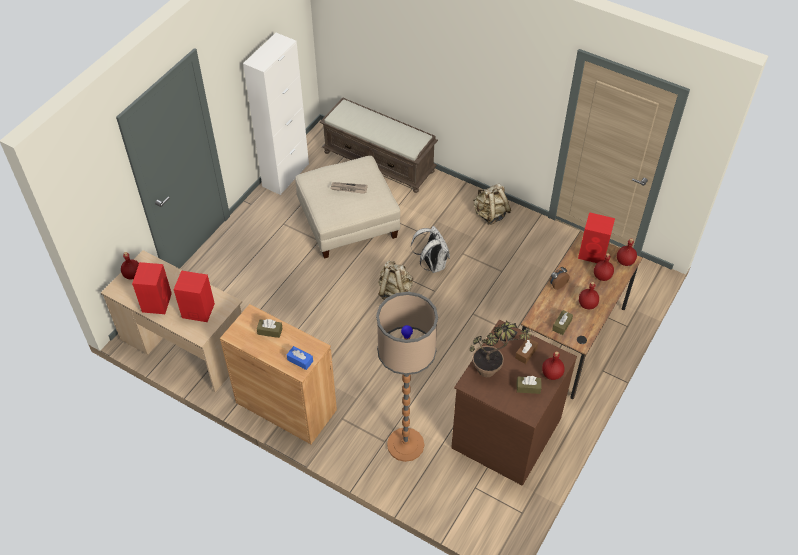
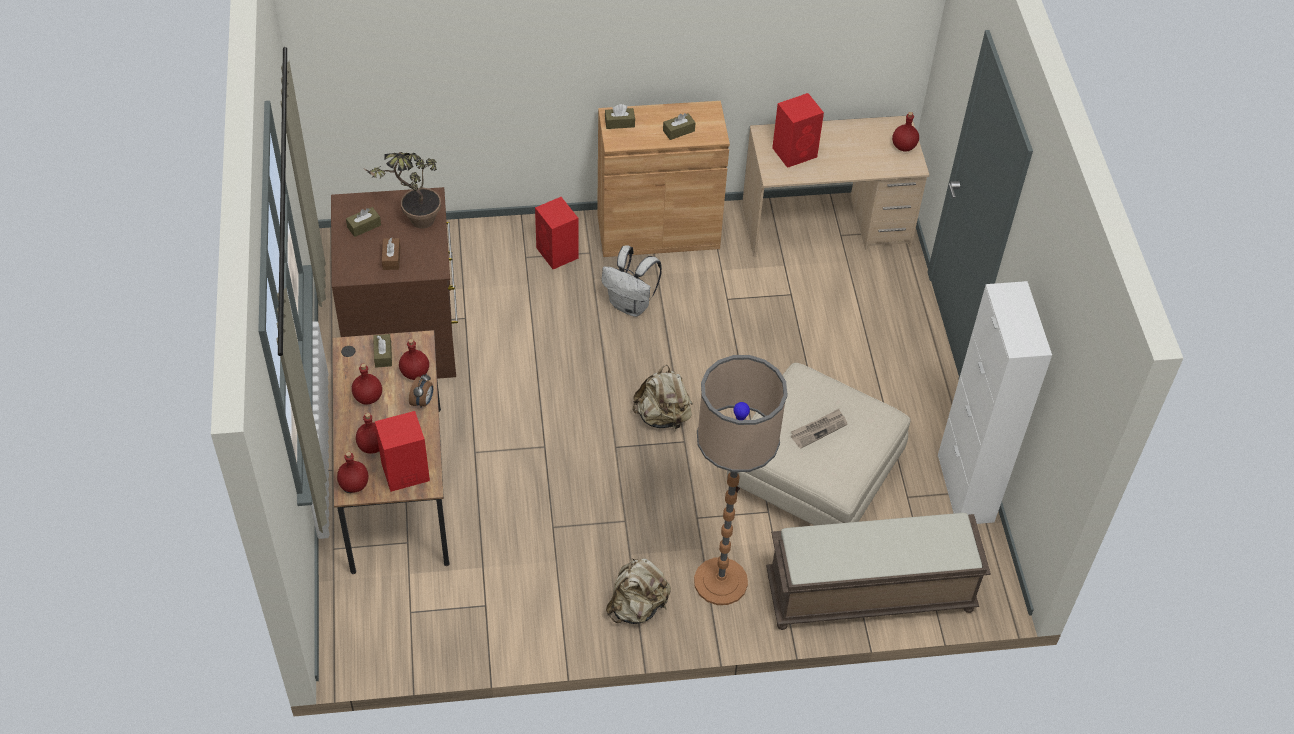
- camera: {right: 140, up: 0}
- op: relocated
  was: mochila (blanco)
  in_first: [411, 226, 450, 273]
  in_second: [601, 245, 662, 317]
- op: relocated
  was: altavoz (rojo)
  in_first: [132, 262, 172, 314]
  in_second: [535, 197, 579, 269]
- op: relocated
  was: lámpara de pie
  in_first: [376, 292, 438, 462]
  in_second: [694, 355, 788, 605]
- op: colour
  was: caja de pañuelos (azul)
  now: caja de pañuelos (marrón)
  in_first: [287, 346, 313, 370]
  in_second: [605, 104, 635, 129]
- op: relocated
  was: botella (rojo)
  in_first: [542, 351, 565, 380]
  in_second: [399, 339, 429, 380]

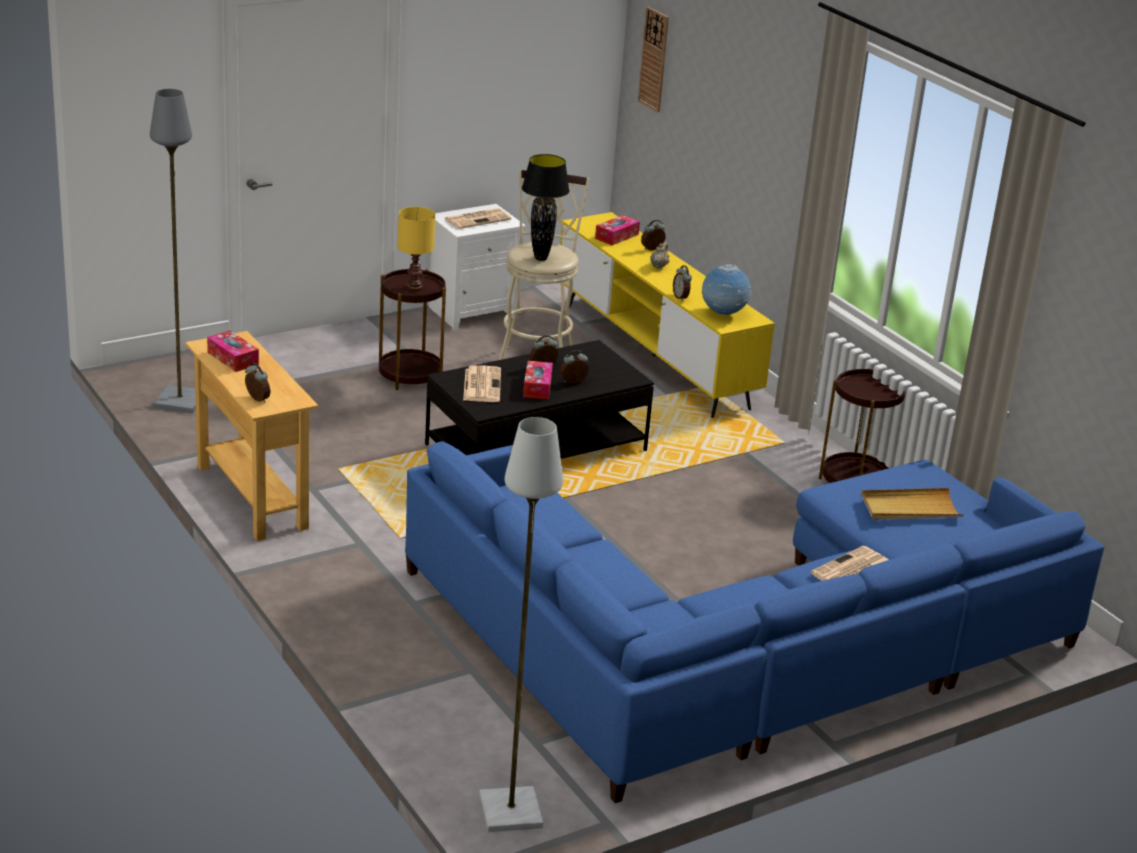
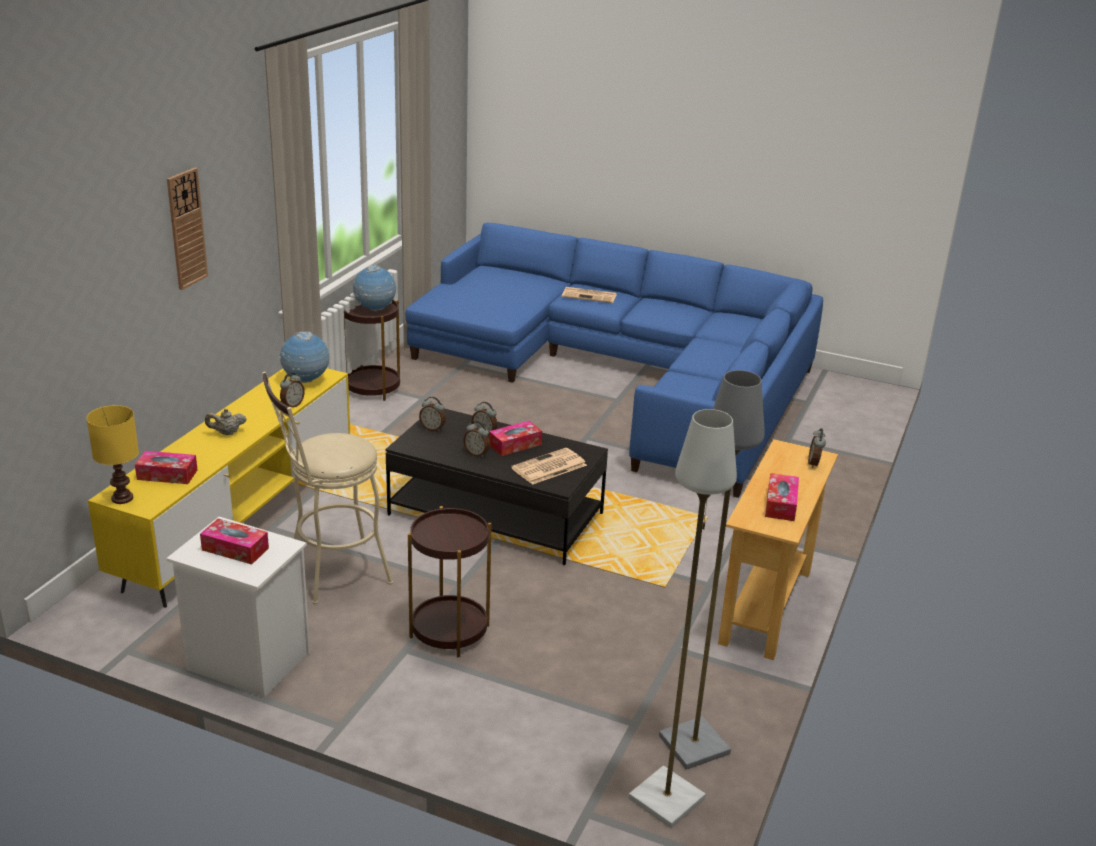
- camera: {right: -125, up: 0}
- op: relocated
  was: reloj de pared
  in_first: [638, 7, 669, 112]
  in_second: [167, 168, 208, 290]
- op: missing
  was: lámpara de mesa (negro)
  in_first: [522, 154, 569, 261]
- op: relocated
  was: lámpara de mesa (amarillo)
  in_first: [397, 207, 435, 291]
  in_second: [86, 405, 139, 504]
- op: exchanged
  was: periódico
  now: caja de pañuelos
  in_first: [445, 208, 511, 229]
  in_second: [200, 519, 269, 564]
- op: relocated
  was: despertador
  in_first: [641, 220, 665, 250]
  in_second: [419, 397, 446, 431]
- op: relocated
  was: lámpara de pie (gris)
  in_first: [479, 417, 563, 832]
  in_second: [628, 409, 737, 828]
- op: missing
  was: bandeja (beis)
  in_first: [861, 488, 964, 520]
- op: appeared
  now: globo terráqueo
  in_second: [353, 265, 396, 311]

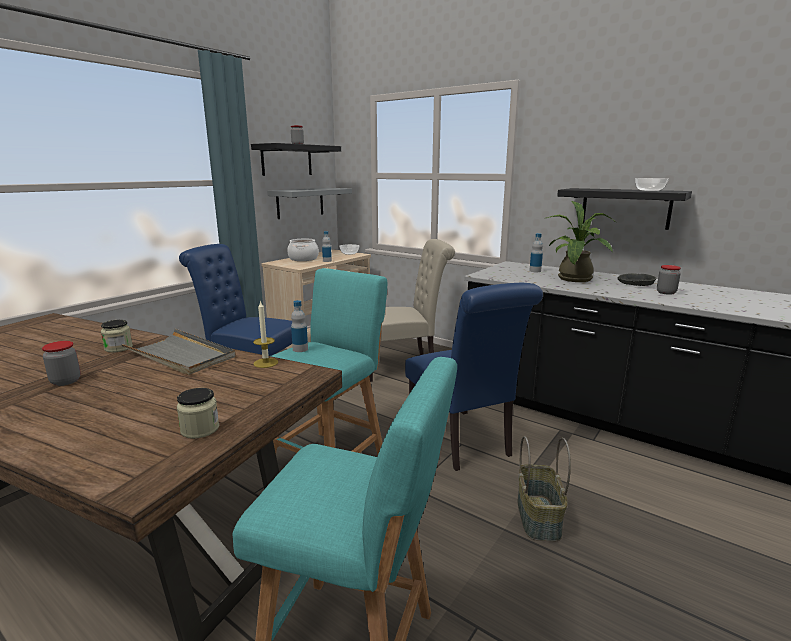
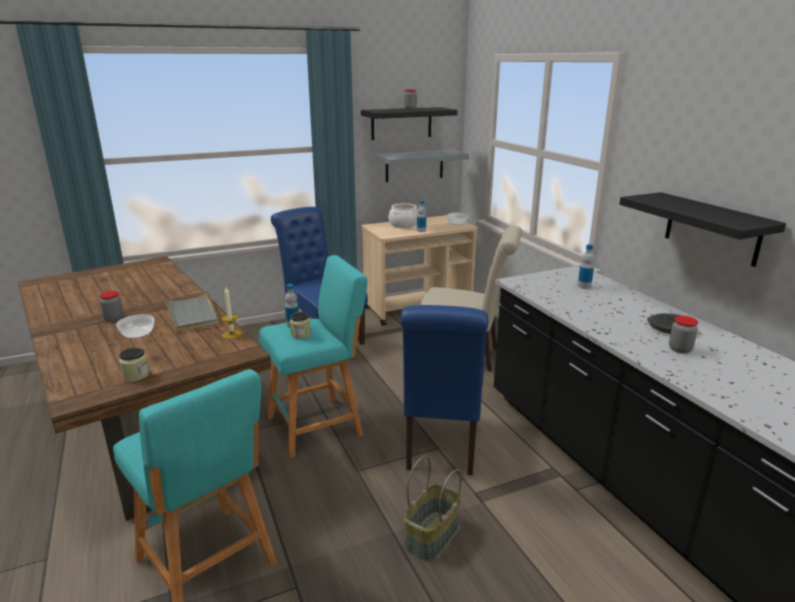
- camera: {right: 30, up: 5}
- op: relocated
  was: cuenco
  in_first: [635, 178, 669, 191]
  in_second: [116, 314, 155, 338]
- op: missing
  was: planta en maceta
  in_first: [547, 201, 617, 282]
- op: relocated
  was: tarro
  in_first: [101, 320, 133, 353]
  in_second: [290, 312, 311, 339]

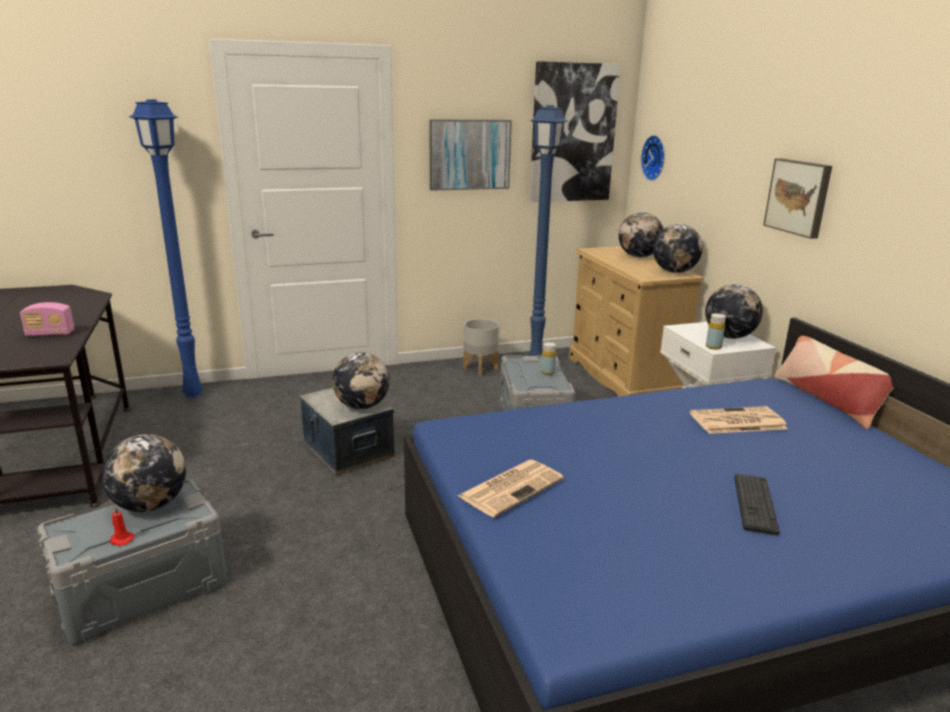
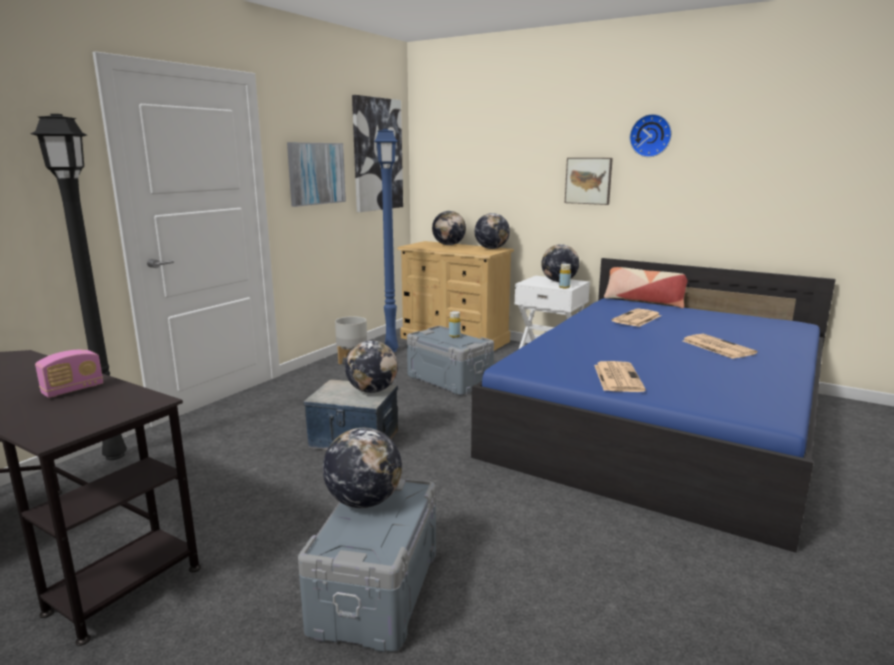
- camera: {right: -40, up: -5}
- op: colour
  was: lámpara de pie (azul)
  now: lámpara de pie (negro)
  in_first: [129, 99, 203, 398]
  in_second: [30, 114, 127, 460]
- op: relocated
  was: reloj de pared
  in_first: [641, 135, 665, 181]
  in_second: [630, 114, 672, 157]
- op: exchanged
  was: teclado
  now: periódico
  in_first: [734, 474, 780, 535]
  in_second: [683, 334, 757, 359]
- op: missing
  was: vela (rojo)
  in_first: [110, 506, 135, 546]

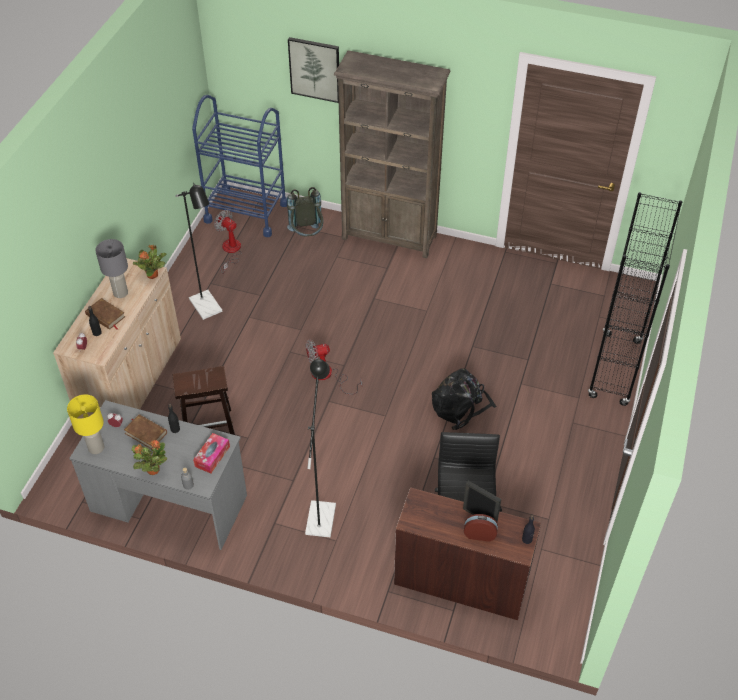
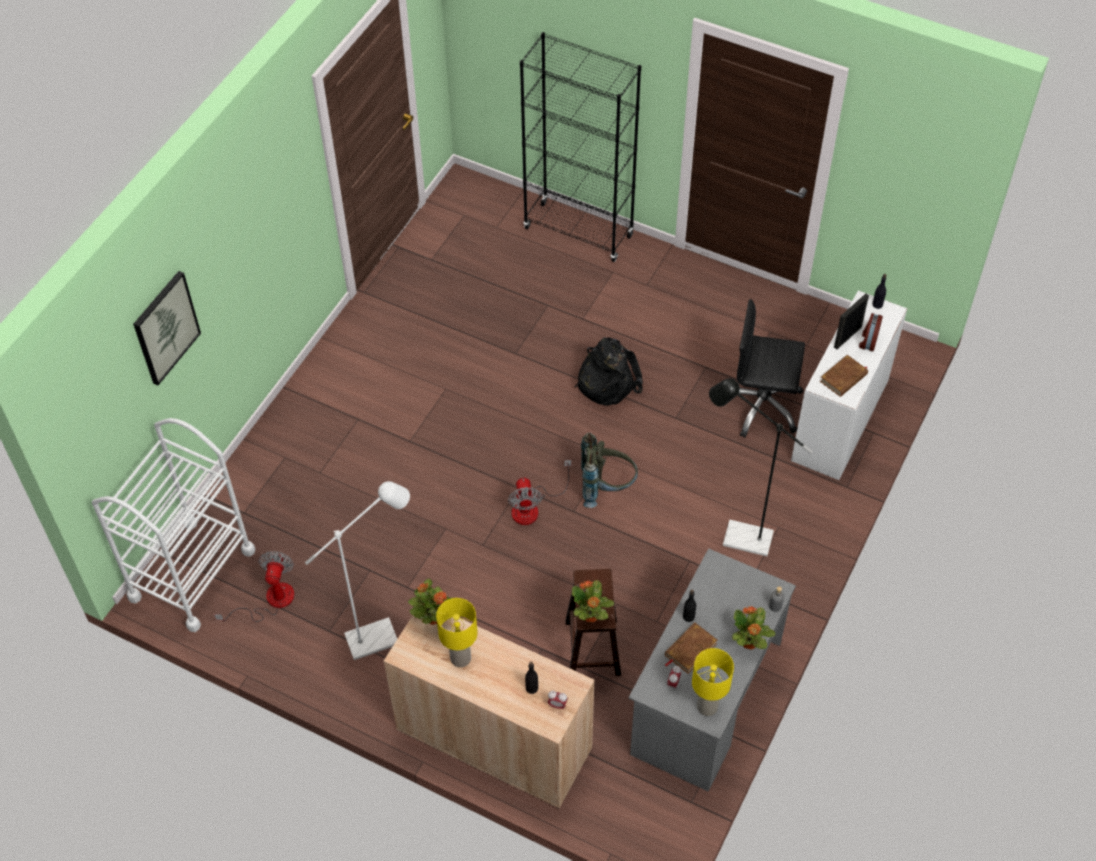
- camera: {right: -80, up: 5}
- op: missing
  was: estantería (marrón)
  in_first: [334, 50, 451, 258]
- op: colour
  was: carrito (azul)
  now: carrito (blanco)
  in_first: [192, 95, 287, 237]
  in_second: [92, 418, 255, 632]
- op: colour
  was: lámpara de pie (negro)
  now: lámpara de pie (blanco)
  in_first: [175, 183, 222, 320]
  in_second: [305, 481, 410, 660]
- op: relocated
  was: mochila (gris)
  in_first: [287, 187, 323, 237]
  in_second: [581, 433, 638, 508]
- op: spun
  was: ventilador
  in_first: [214, 210, 242, 274]
  in_second: [214, 551, 294, 622]
  clockwise: 135
- op: colour
  was: lámpara de mesa (gris)
  now: lámpara de mesa (amarillo)
  in_first: [95, 239, 128, 298]
  in_second: [436, 598, 478, 667]
- op: relocated
  was: libro (marrón)
  in_first: [85, 298, 125, 330]
  in_second: [820, 355, 868, 397]
- op: missing
  was: caja de pañuelos
  in_first: [193, 433, 230, 473]
- op: colour
  was: escritorio (marrón)
  now: escritorio (blanco)
  in_first: [394, 487, 541, 620]
  in_second: [791, 290, 907, 480]
- op: appeared
  now: planta en maceta
  in_second: [572, 580, 614, 622]

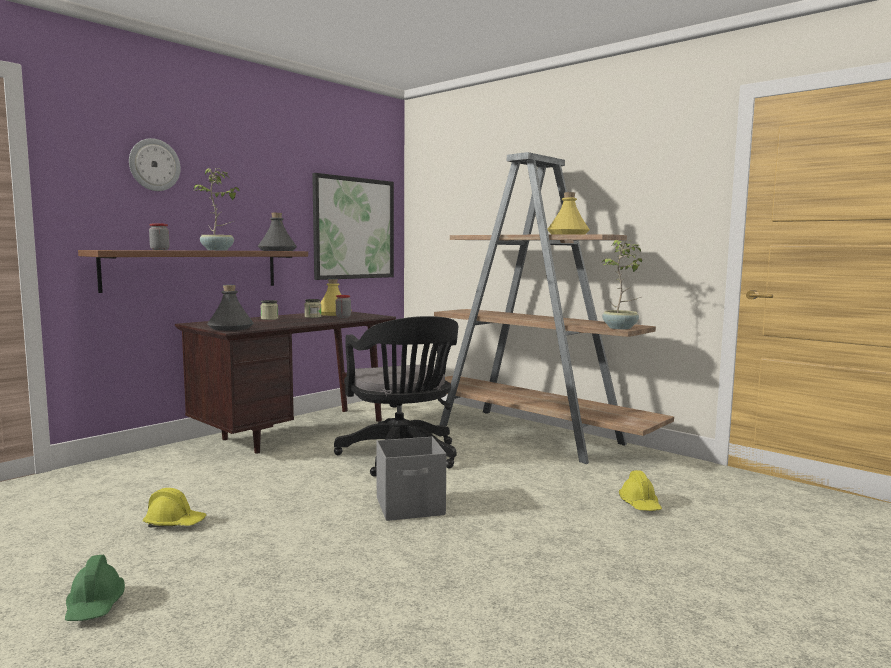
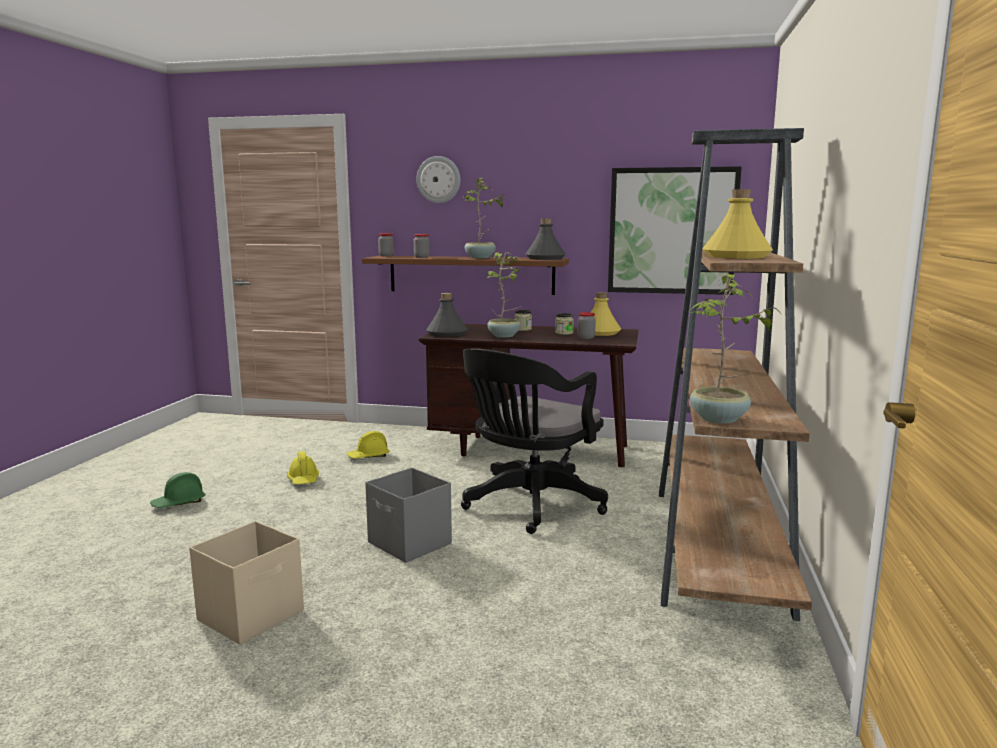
- camera: {right: 60, up: 5}
- op: relocated
  was: casco (amarillo)
  in_first: [619, 470, 662, 511]
  in_second: [346, 431, 390, 459]
- op: appeared
  now: tarro
  in_second: [378, 233, 394, 256]
- op: appeared
  now: planta en maceta
  in_second: [484, 252, 521, 338]
- op: appeared
  now: caja de almacenaje (beis)
  in_second: [189, 521, 304, 645]

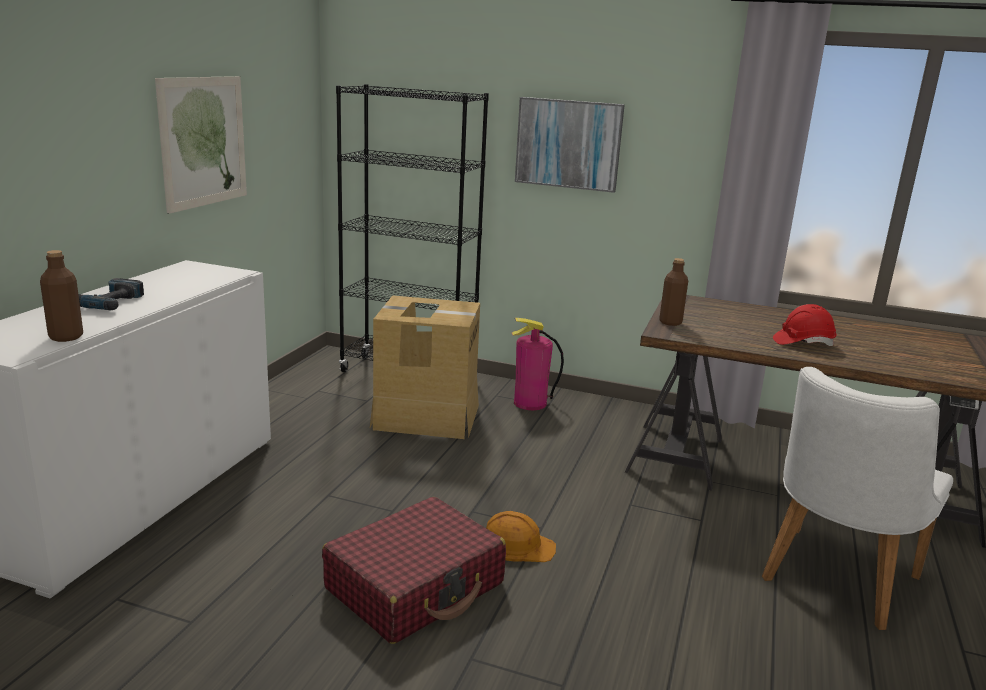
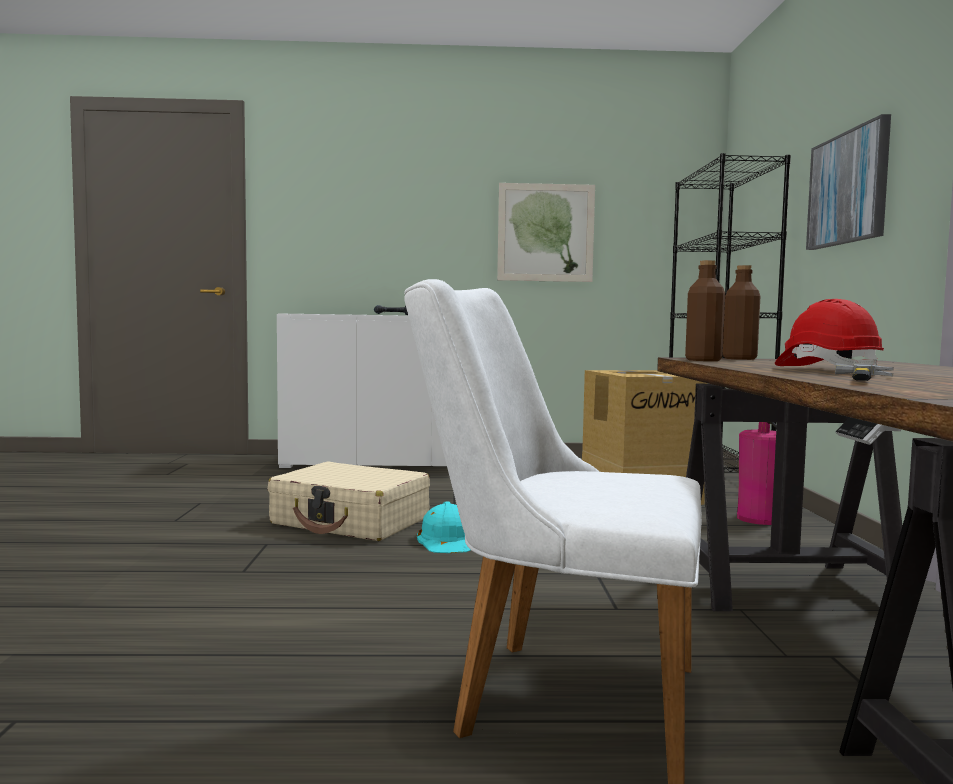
- camera: {right: 70, up: -15}
- op: relocated
  was: botella (marrón)
  in_first: [40, 250, 83, 342]
  in_second: [685, 260, 725, 361]
- op: colour
  was: maleta (rojo)
  now: maleta (beis)
  in_first: [322, 497, 506, 644]
  in_second: [268, 461, 430, 541]
- op: colour
  was: casco (naranja)
  now: casco (turquesa)
  in_first: [486, 511, 556, 562]
  in_second: [417, 502, 471, 553]
- op: appeared
  now: martillo
  in_second: [835, 363, 894, 381]

